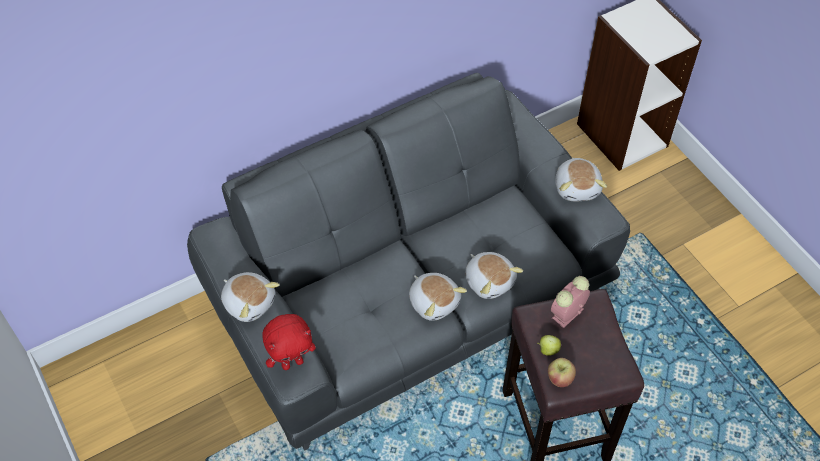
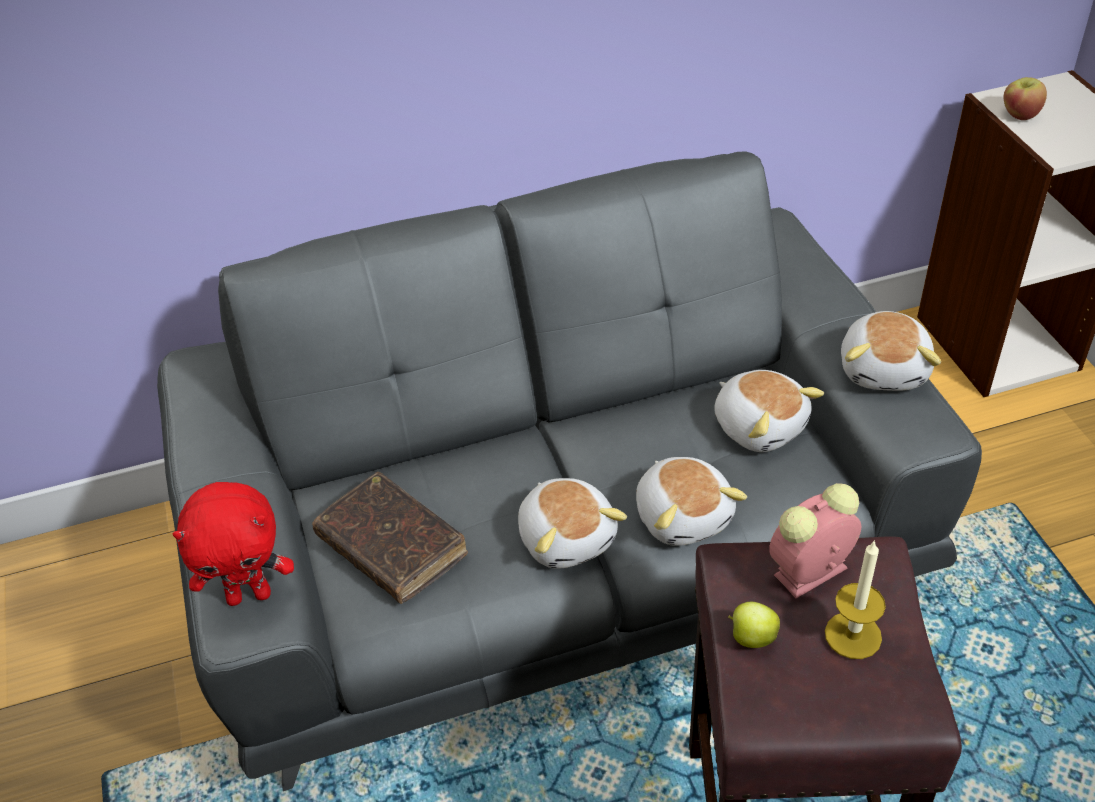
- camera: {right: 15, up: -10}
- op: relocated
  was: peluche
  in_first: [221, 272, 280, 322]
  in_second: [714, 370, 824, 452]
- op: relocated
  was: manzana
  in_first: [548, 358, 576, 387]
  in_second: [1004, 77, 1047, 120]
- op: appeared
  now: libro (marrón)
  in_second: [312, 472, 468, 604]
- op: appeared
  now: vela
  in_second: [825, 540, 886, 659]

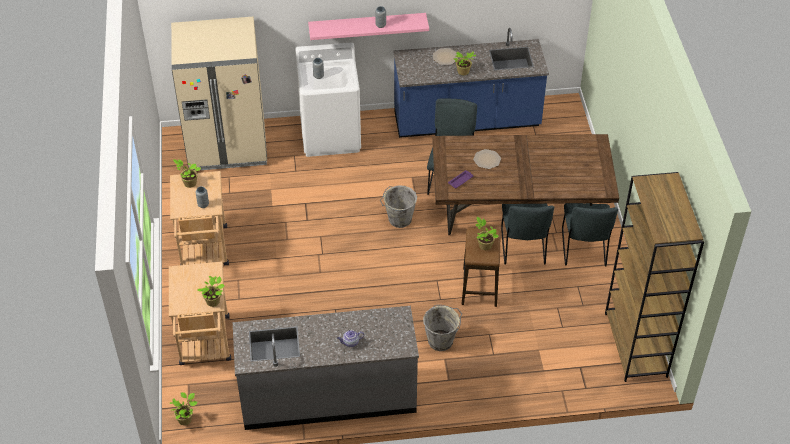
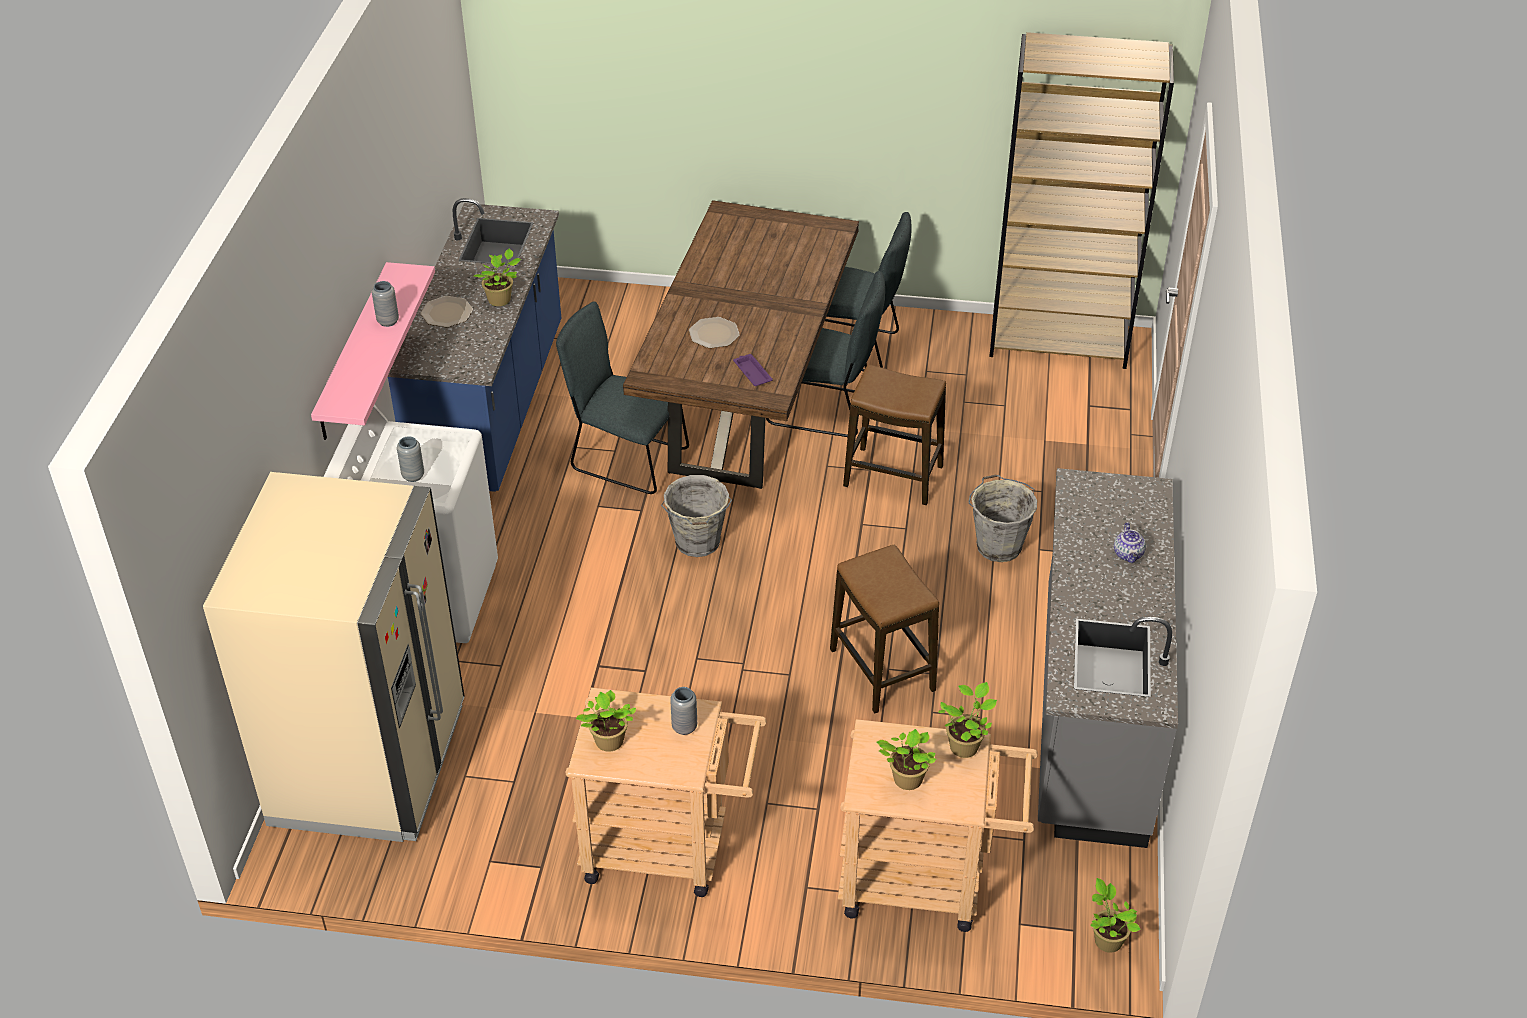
- camera: {right: -75, up: -5}
- op: relocated
  was: planta en maceta
  in_first: [476, 217, 499, 250]
  in_second: [877, 729, 936, 790]
- op: appeared
  now: taburete
  in_second: [830, 544, 939, 713]

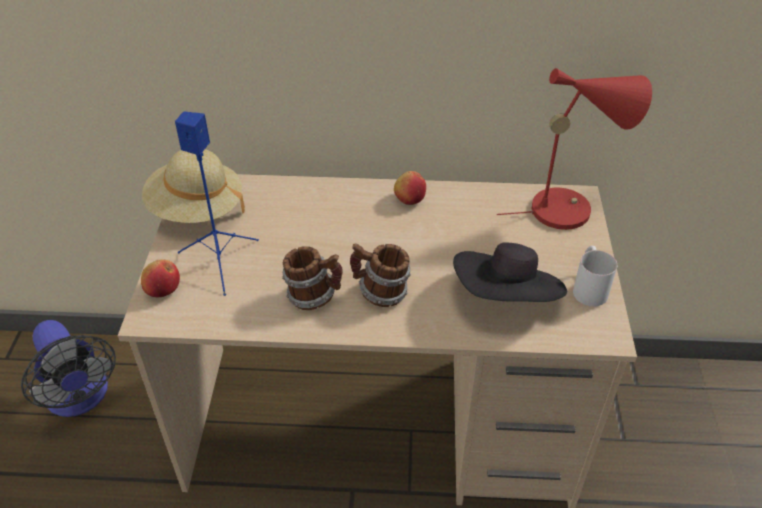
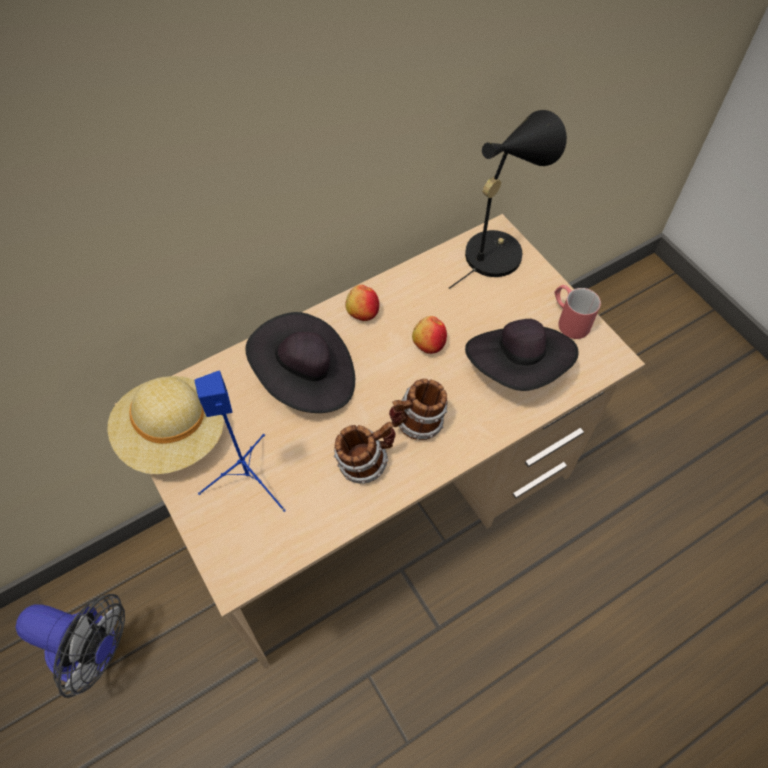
- camera: {right: -35, up: 15}
- op: colour
  was: lámpara de mesa (rojo)
  now: lámpara de mesa (negro)
  in_first: [497, 68, 652, 230]
  in_second: [449, 110, 567, 289]
- op: colour
  was: taza grande (blanco)
  now: taza grande (rojo)
  in_first: [573, 246, 617, 307]
  in_second: [554, 285, 601, 339]
- op: relocated
  was: manzana
  in_first: [141, 259, 180, 297]
  in_second: [412, 316, 447, 354]
- op: appeared
  now: sombrero (negro)
  in_second: [245, 312, 355, 413]

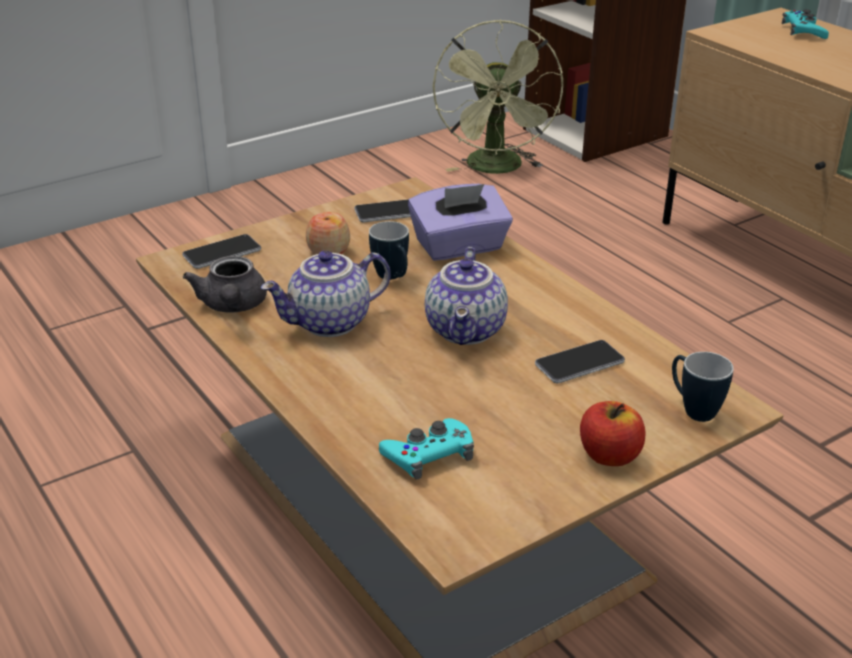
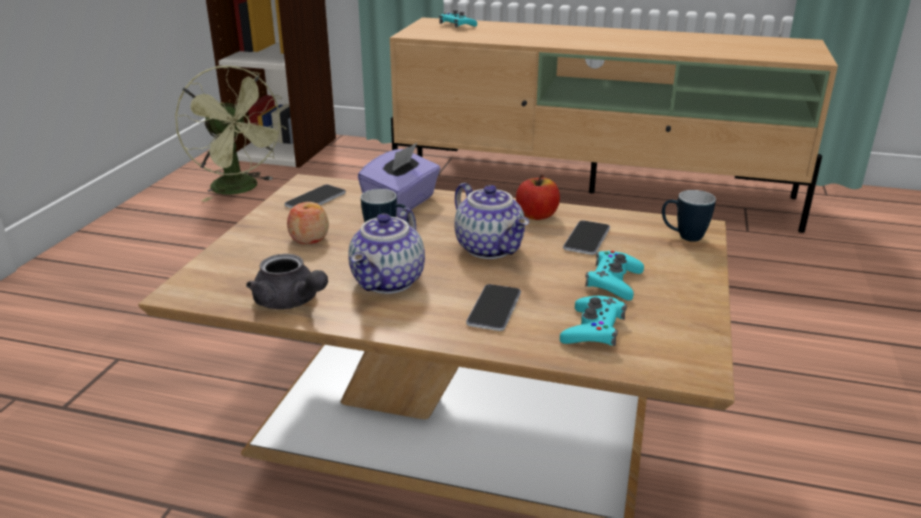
- camera: {right: -40, up: -5}
- op: relocated
  was: móvil
  in_first: [182, 234, 261, 269]
  in_second: [466, 284, 521, 331]
- op: relocated
  was: manzana
  in_first: [580, 401, 646, 466]
  in_second: [516, 175, 560, 220]
- op: appeared
  now: mando de consola (turquesa)
  in_second: [585, 251, 644, 301]

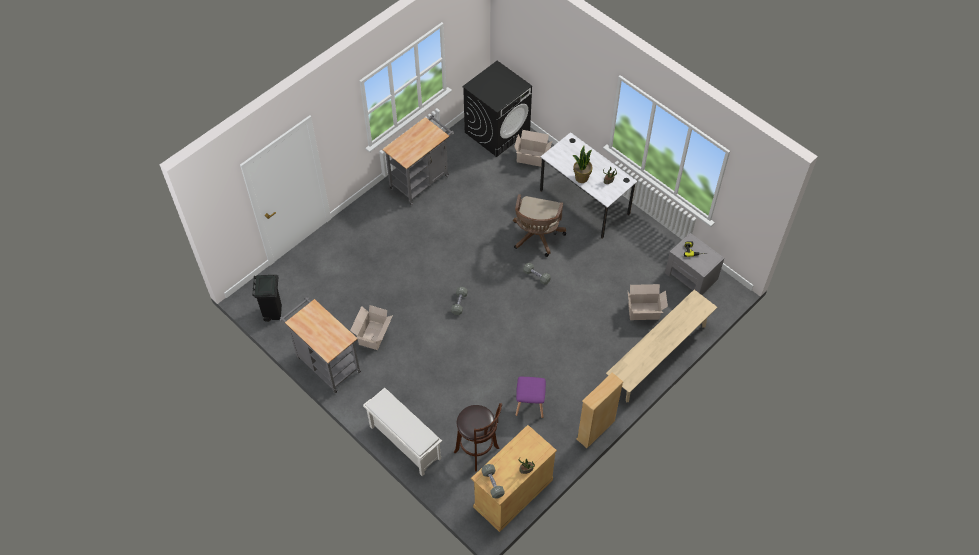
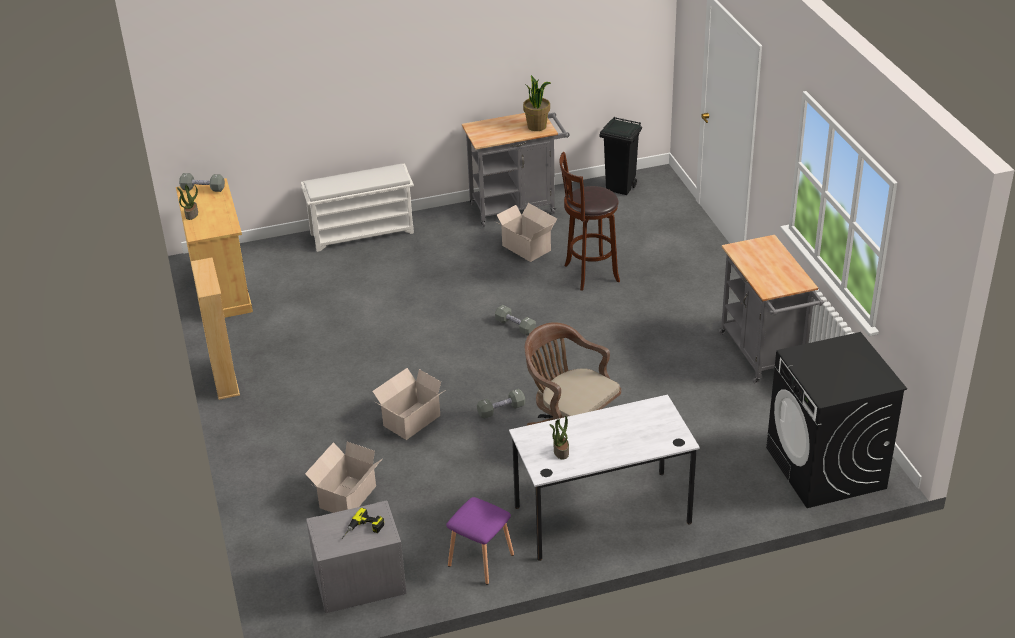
- camera: {right: 120, up: -20}
- op: relocated
  was: caja de cartón
  in_first: [514, 130, 552, 167]
  in_second: [373, 368, 444, 440]
- op: relocated
  was: planta en maceta
  in_first: [572, 146, 593, 183]
  in_second: [523, 75, 551, 131]
- op: missing
  was: banco (beis)
  in_first: [606, 290, 717, 403]
- op: relocated
  was: taburete (morado)
  in_first: [516, 377, 546, 418]
  in_second: [446, 497, 514, 585]
- op: relocated
  was: taburete (marrón)
  in_first: [454, 403, 502, 472]
  in_second: [559, 152, 620, 291]

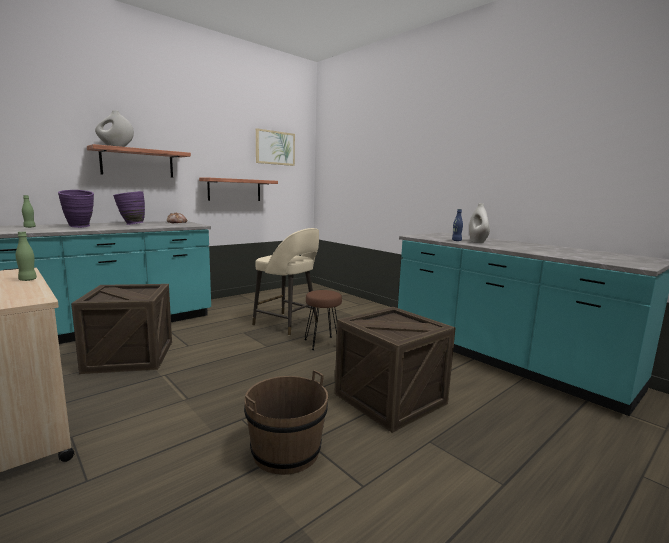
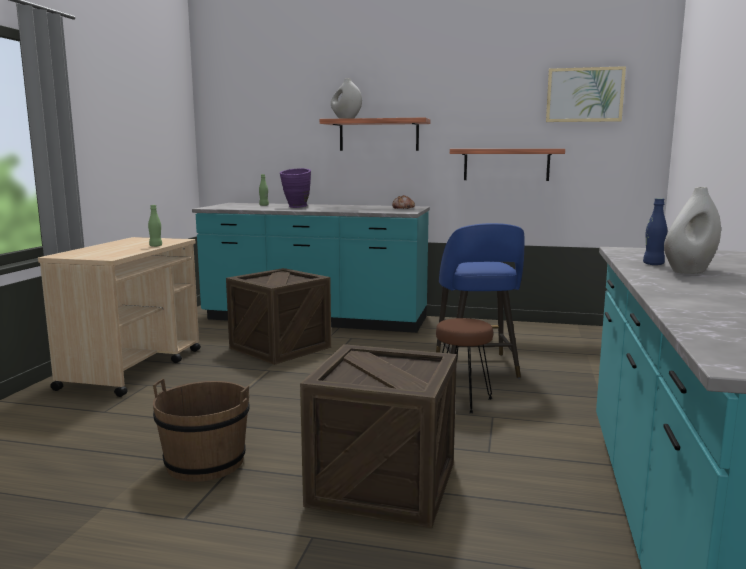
- camera: {right: 55, up: 0}
- op: missing
  was: florero (morado)
  in_first: [113, 191, 145, 225]
- op: colour
  was: taburete (beis)
  now: taburete (azul)
  in_first: [252, 228, 319, 335]
  in_second: [436, 223, 524, 378]

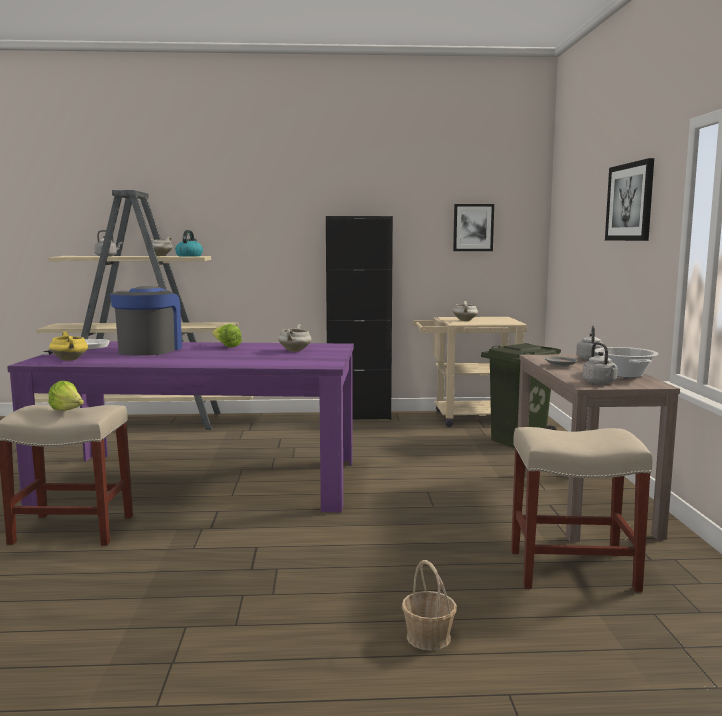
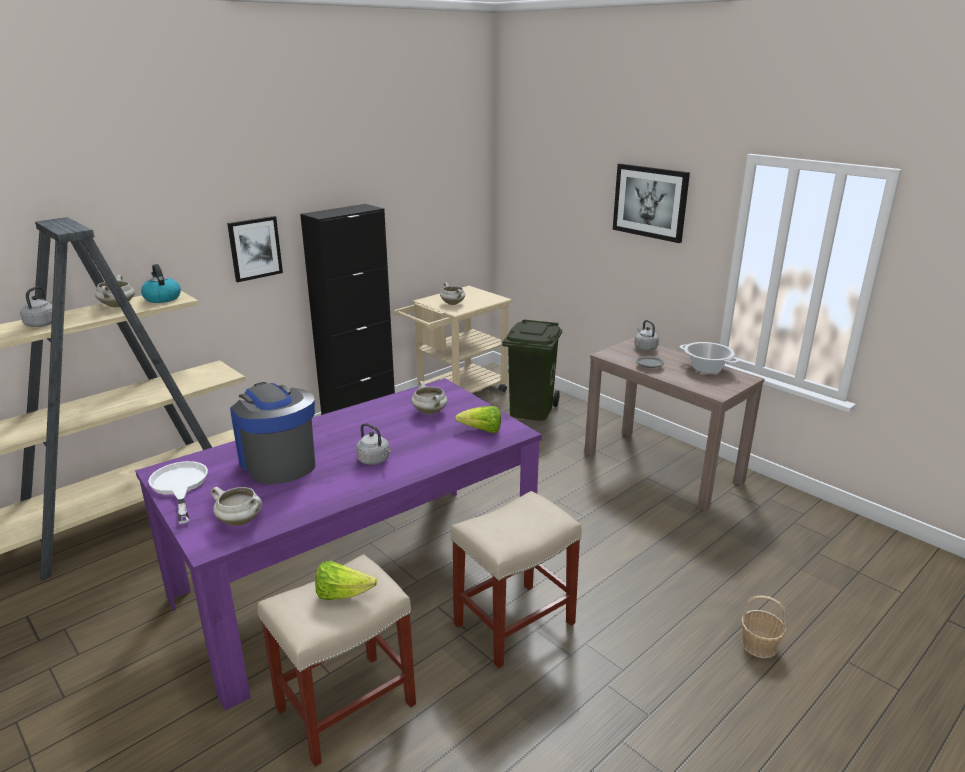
- camera: {right: -40, up: 15}
- op: relocated
  was: cuadro
  in_first: [453, 204, 494, 251]
  in_second: [227, 216, 283, 282]
- op: relocated
  was: lechuga
  in_first: [212, 324, 242, 347]
  in_second: [455, 406, 501, 433]
- op: colour
  was: olla (amarillo)
  now: olla (blanco)
  in_first: [49, 332, 88, 361]
  in_second: [211, 487, 262, 526]
- op: relocated
  was: hervidor (gris)
  in_first: [583, 342, 618, 384]
  in_second: [356, 423, 391, 465]
- op: relocated
  was: taburete (beis)
  in_first: [511, 427, 653, 592]
  in_second: [451, 491, 582, 668]

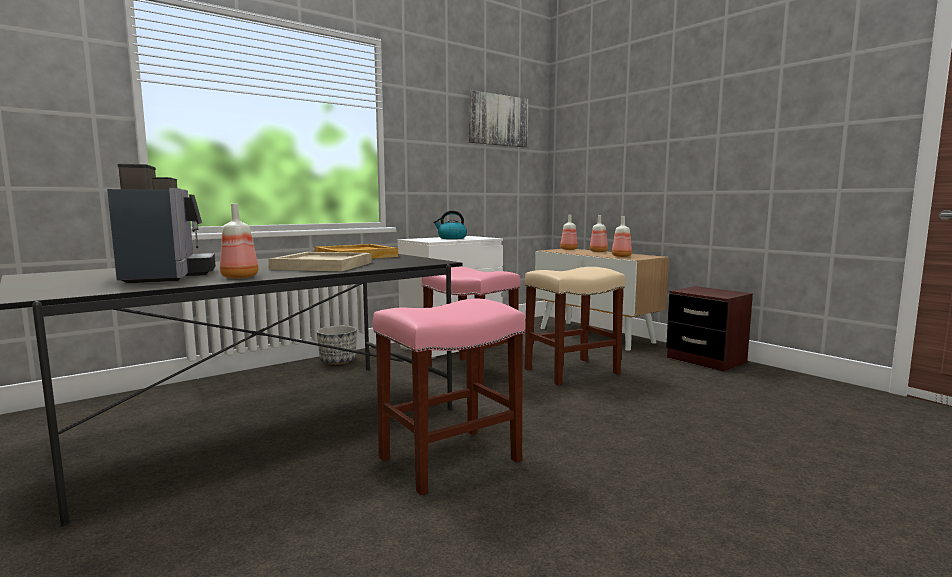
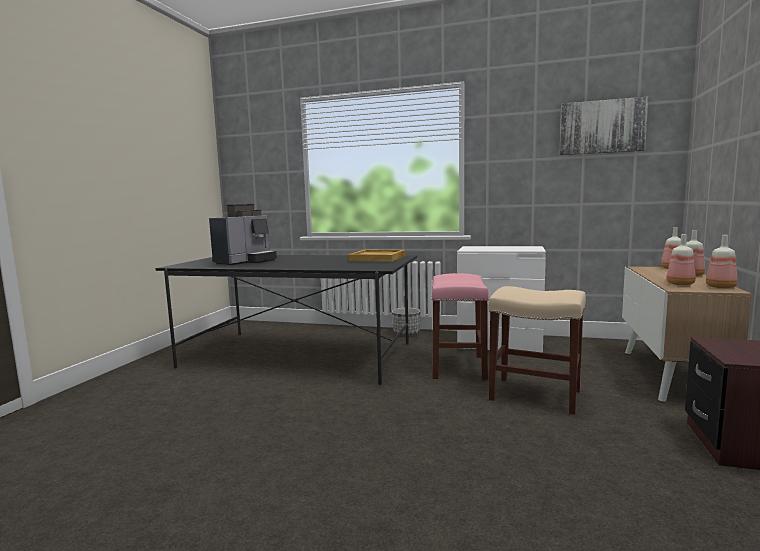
- camera: {right: 55, up: 0}
- op: relocated
  was: botella
  in_first: [220, 204, 259, 278]
  in_second: [706, 235, 738, 288]
- op: missing
  was: hervidor
  in_first: [433, 211, 467, 239]
- op: missing
  was: bandeja (beis)
  in_first: [268, 252, 371, 271]
- op: missing
  was: taburete (rosa)
  in_first: [373, 299, 525, 495]

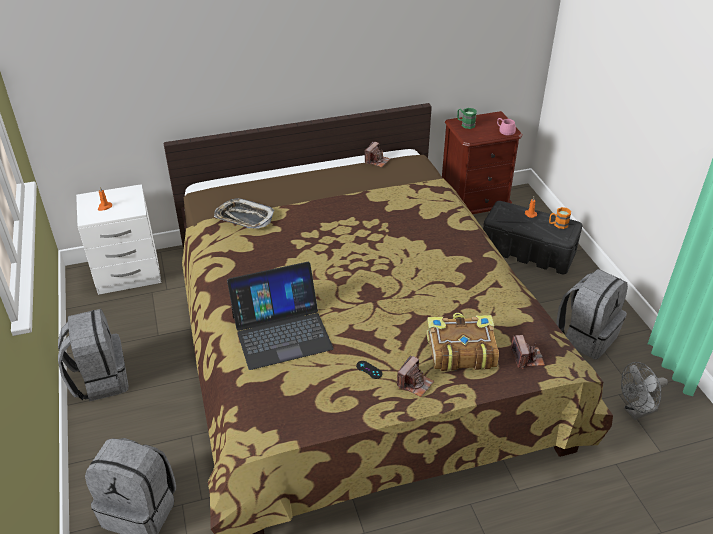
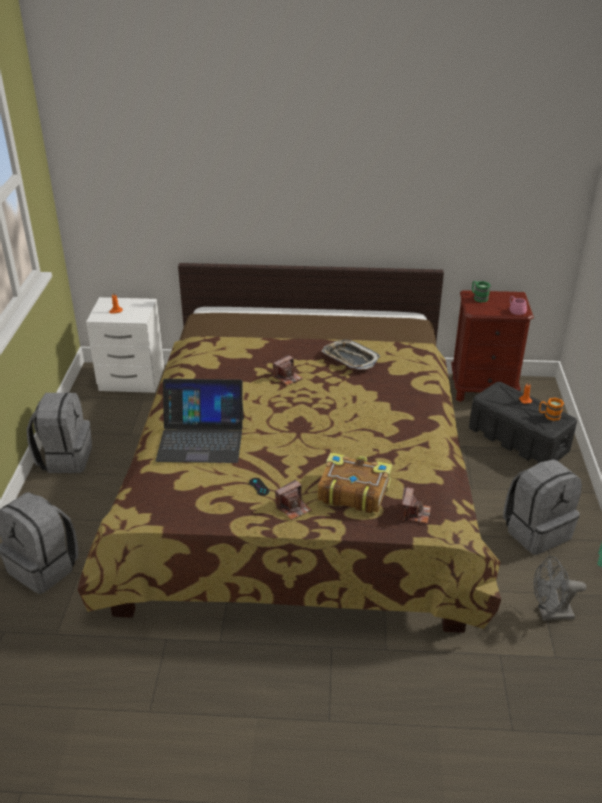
- camera: {right: 20, up: -5}
- op: relocated
  was: cámara
  in_first: [365, 142, 390, 167]
  in_second: [273, 355, 303, 385]
- op: relocated
  was: bandeja
  in_first: [214, 198, 274, 229]
  in_second: [322, 340, 381, 369]

